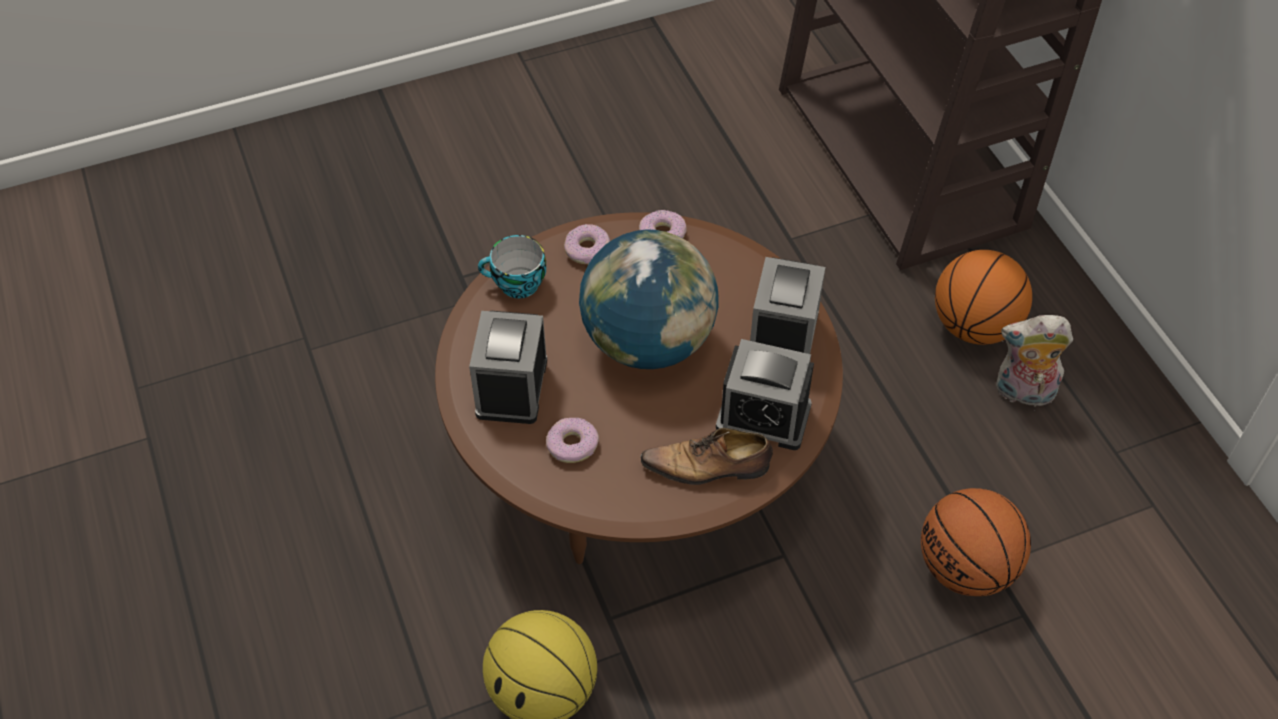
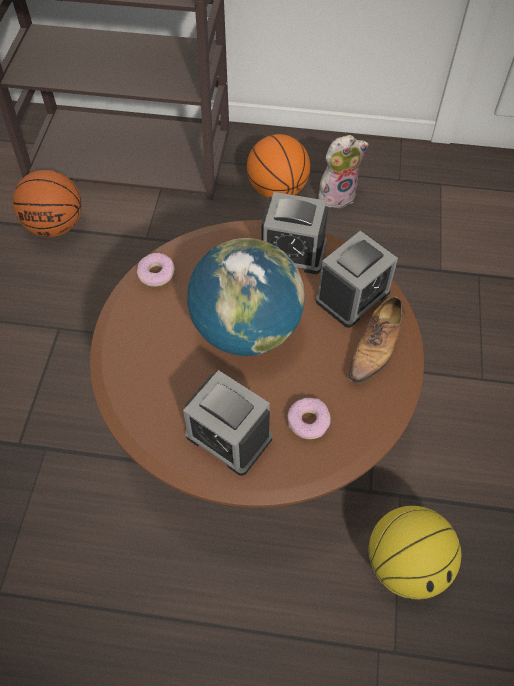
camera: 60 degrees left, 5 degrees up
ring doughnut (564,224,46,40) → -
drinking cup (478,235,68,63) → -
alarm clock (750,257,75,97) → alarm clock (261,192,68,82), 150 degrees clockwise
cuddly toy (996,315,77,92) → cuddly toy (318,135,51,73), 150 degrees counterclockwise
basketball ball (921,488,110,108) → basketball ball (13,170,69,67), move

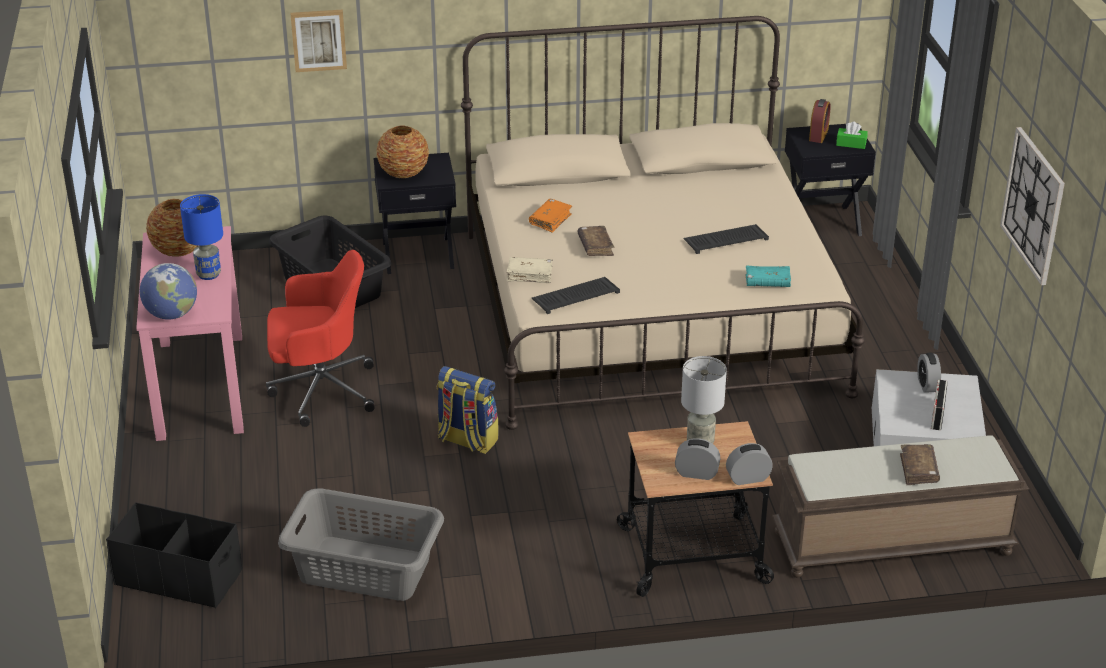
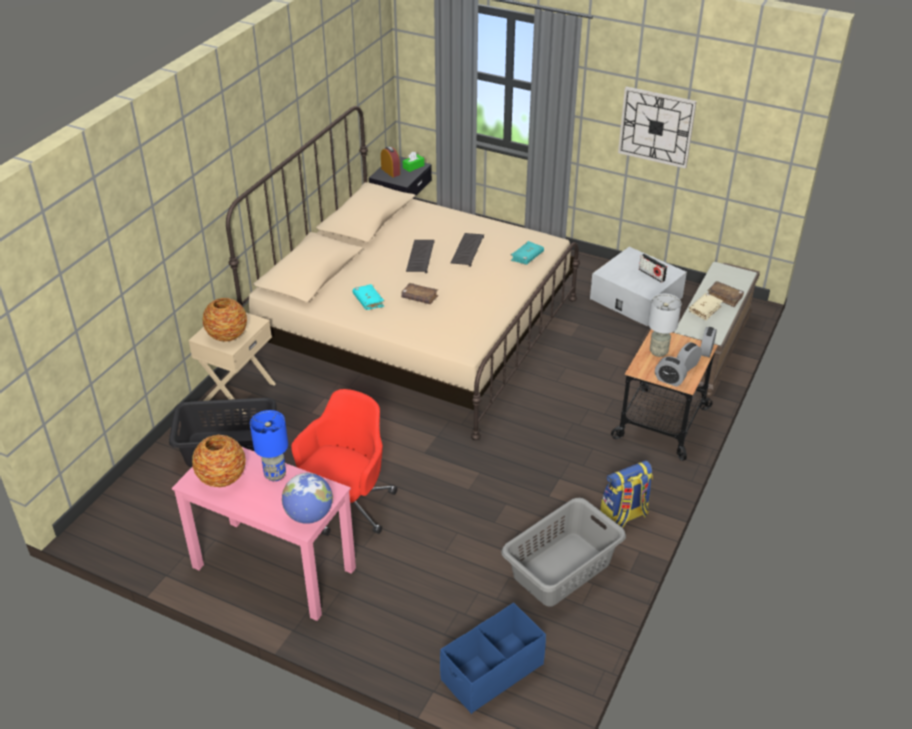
camera: 55 degrees left, 5 degrees up
wall art (290,10,57,62) → -
bedside table/black-coloured (373,153,83,121) → bedside table/beige-coloured (188,313,88,101)
volume/orange (529,199,43,34) → volume/turquoise-coloured (353,284,31,26)
volume/beige-coloured (507,257,45,26) → volume/beige-coloured (689,293,34,28), move
PC keyboard (532,277,88,37) → PC keyboard (406,240,28,33), move
alarm clock (917,353,24,40) → alarm clock (655,357,32,30), move
knapsack (437,366,61,88) → knapsack (600,461,53,66), move
storage bin/black-coloured (106,502,136,106) → storage bin/blue-coloured (440,602,106,112)

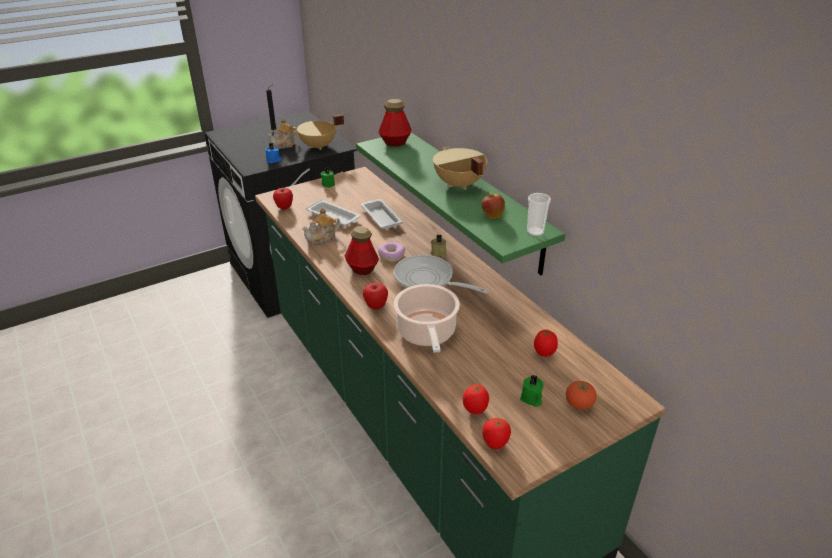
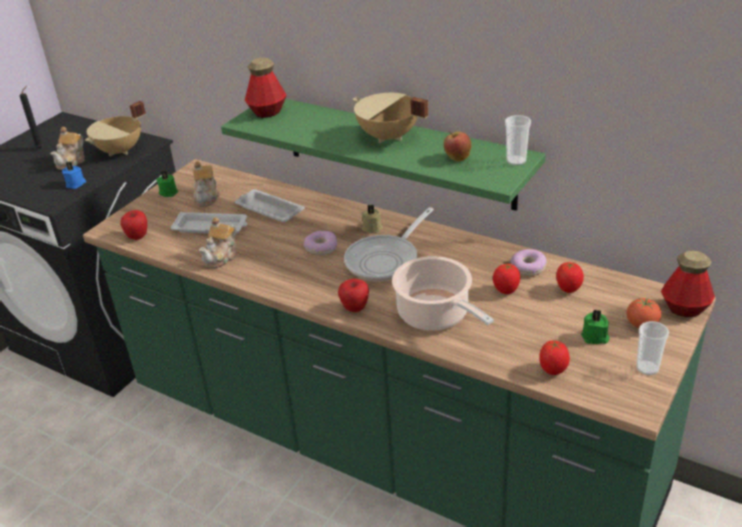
camera: 25 degrees left, 0 degrees up
bottle (345,226,34,49) → bottle (661,251,54,66), move
skillet (393,255,96,39) → skillet (344,207,90,74), 60 degrees counterclockwise
tomato (482,418,29,31) → tomato (493,264,27,30), move
- → tea pot (193,161,27,46)
- → ring doughnut (510,249,37,27)
- → drinking cup (636,321,33,54)

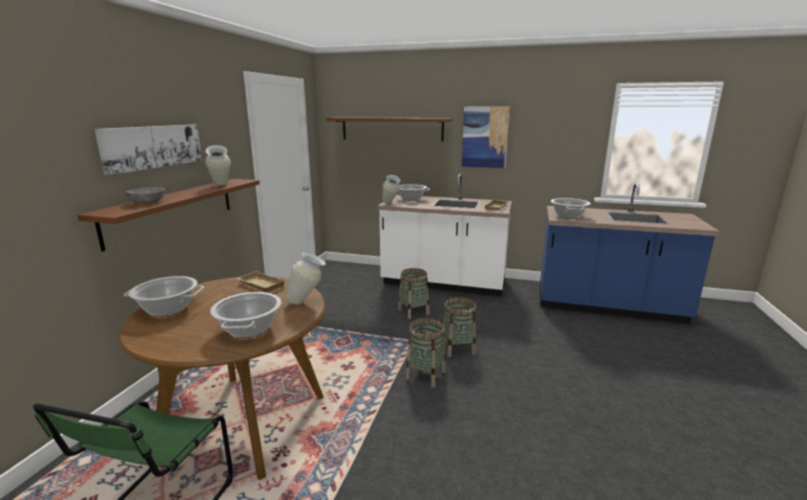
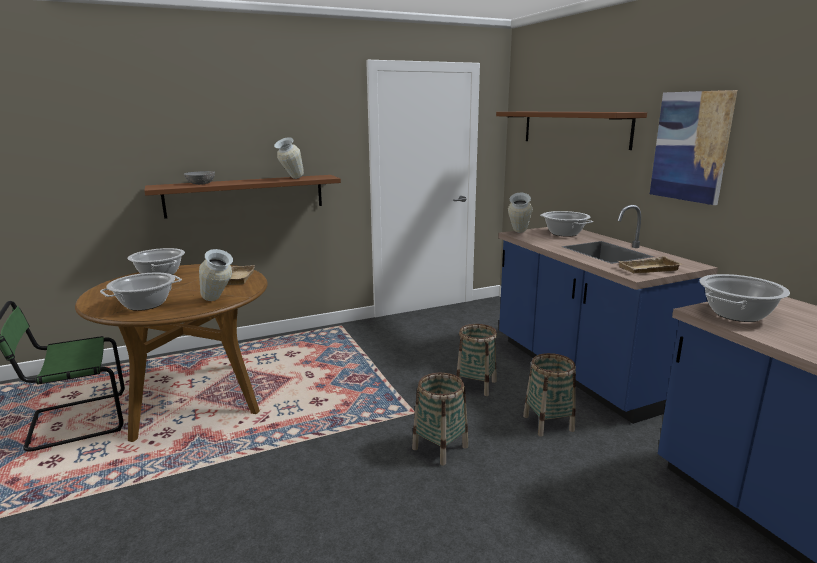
camera: 50 degrees right, 0 degrees up
wall art (94,125,108,50) → -
kitchen counter/white-coloured (377,174,135,122) → kitchen counter/blue-coloured (498,205,220,219)
household basket (406,318,40,70) → household basket (523,353,53,84), move

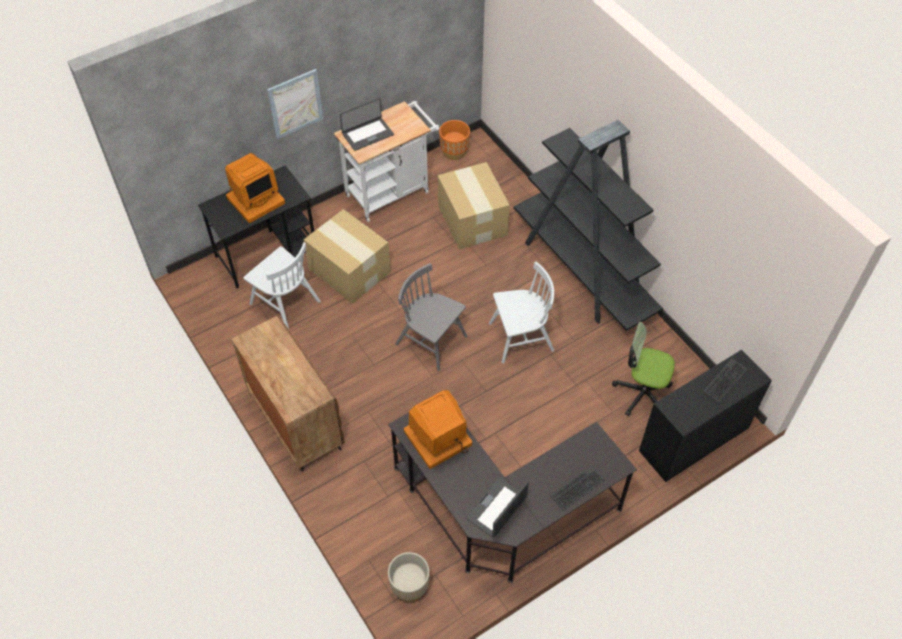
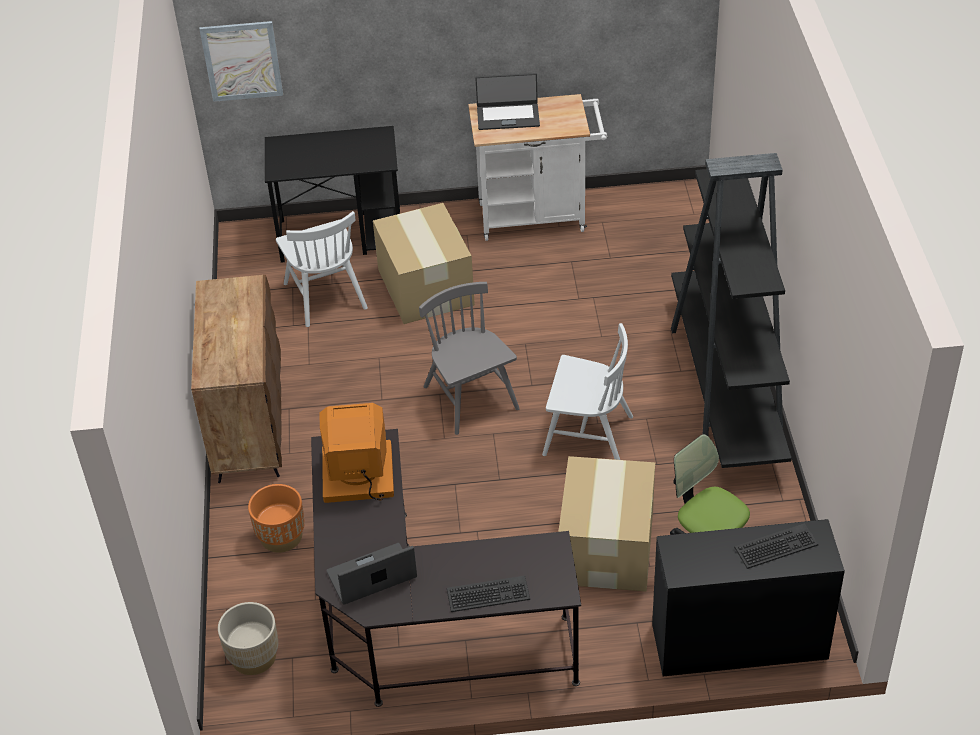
camera: 30 degrees right, 10 degrees down
wall art (267,69,56,70) → wall art (199,21,84,81), move
flower pot/orange (439,120,31,40) → flower pot/orange (248,484,57,69), move
computer screen (225,153,60,70) → -
carton (438,162,72,88) → carton (558,456,97,136), move

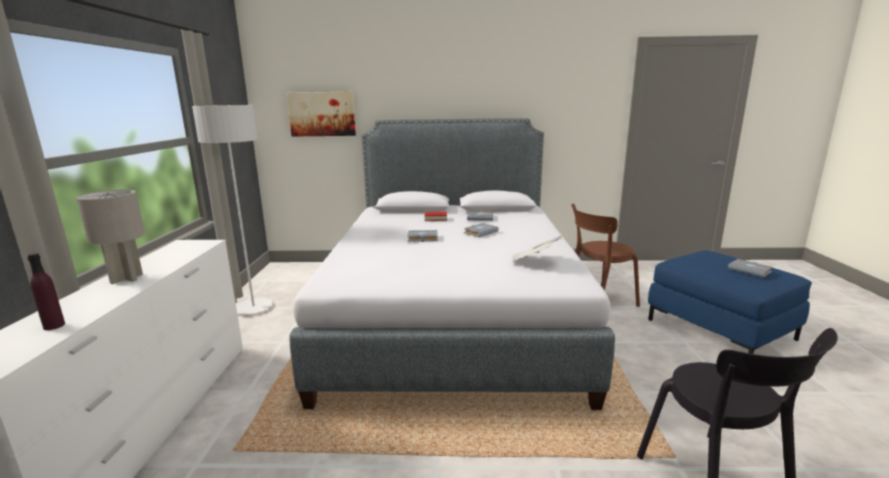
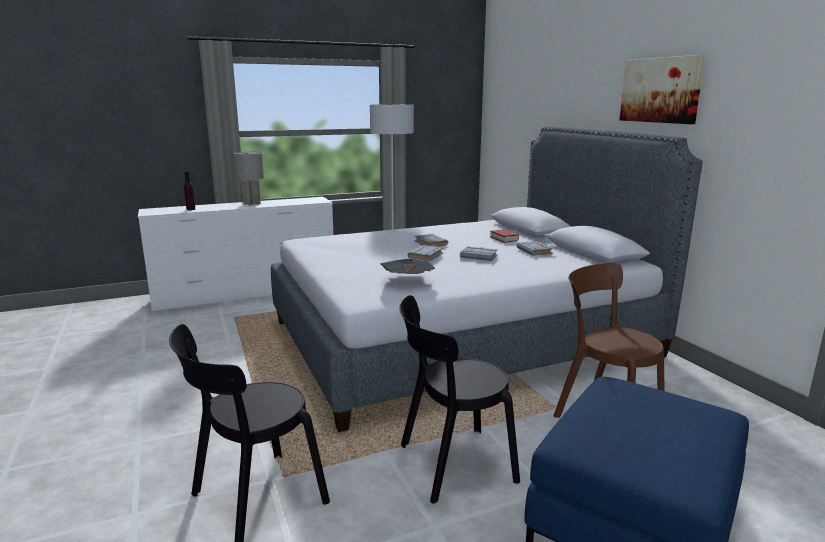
camera: 65 degrees right, 0 degrees up
wall art (287,92,69,45) → wall art (620,55,85,69), move
volume/greyish (728,259,45,19) → volume/greyish (408,245,35,16), move
- → upright chair/black-coloured (399,295,121,209)

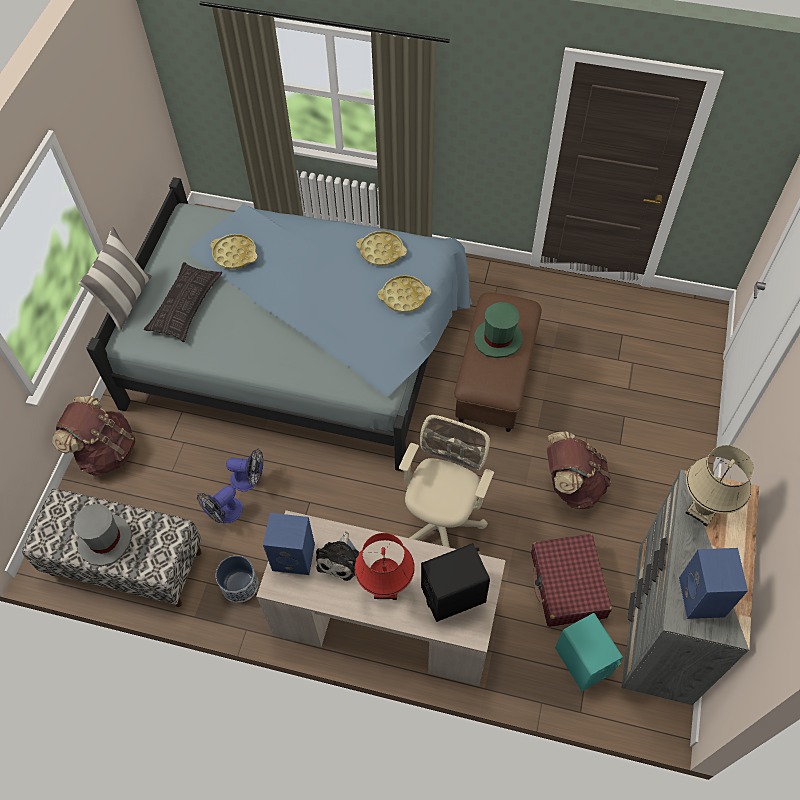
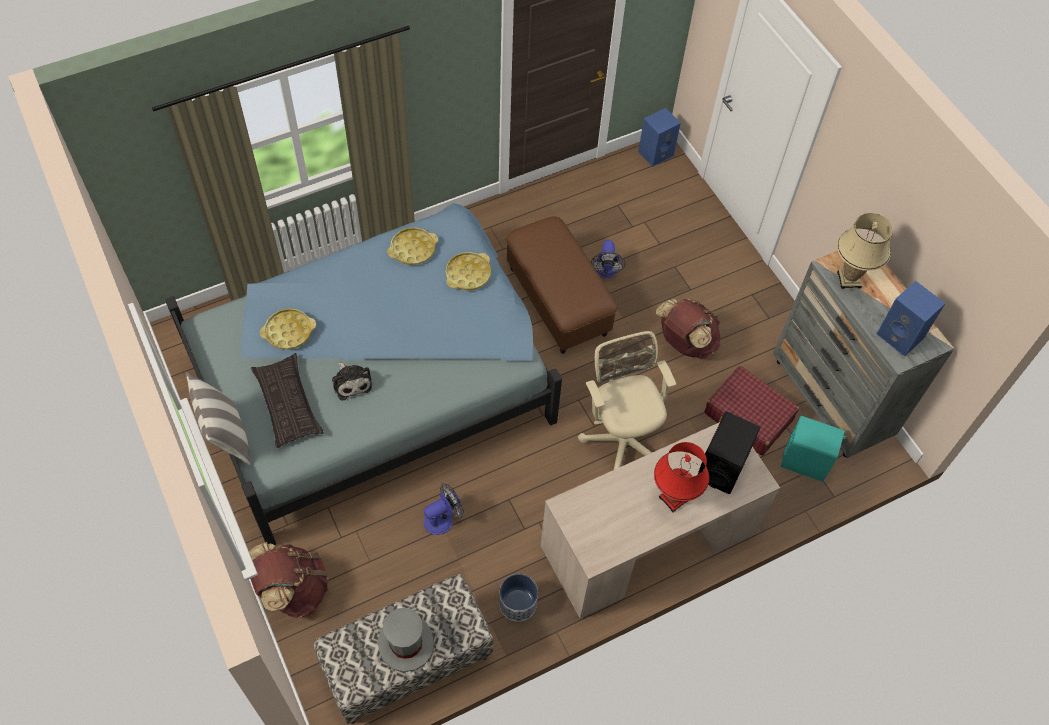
camera: 45 degrees left, 0 degrees up
clothing hat/green-coloured (474,302,49,56) → -
cooling fan (197,485,46,38) → cooling fan (591,240,35,38), move
speaker/blue-coloured (263,513,52,62) → speaker/blue-coloured (638,108,43,59), move
cuddly toy (316,531,43,50) → cuddly toy (332,362,40,39), move

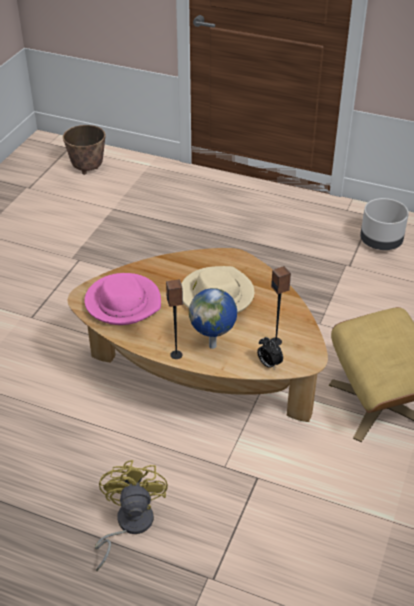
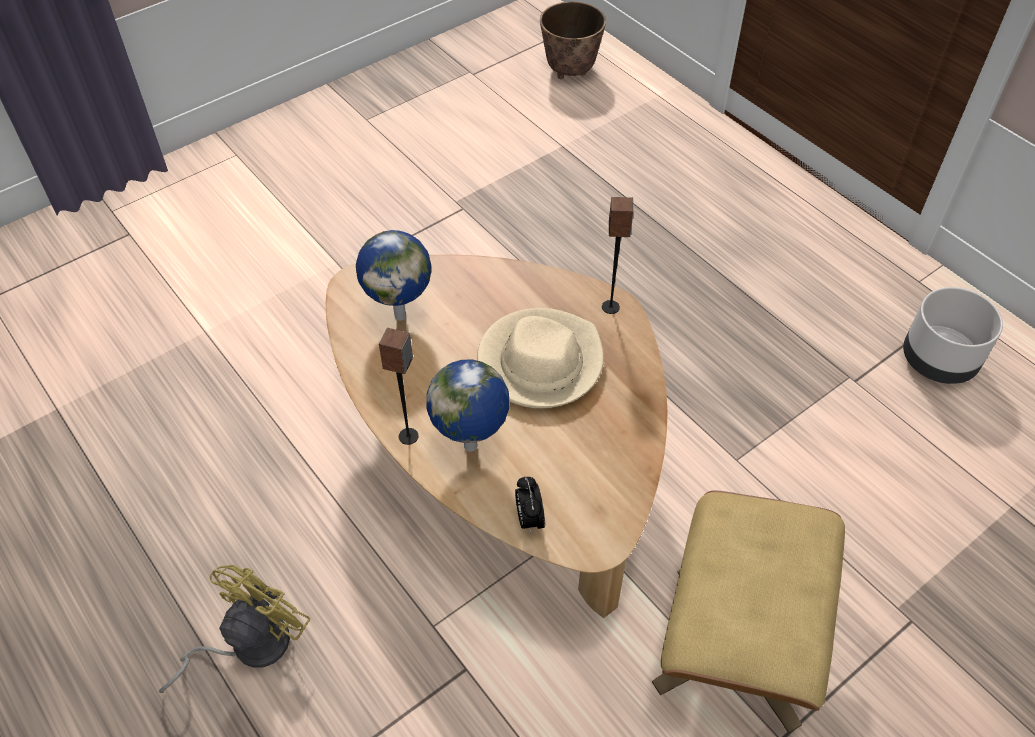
camera: 30 degrees right, 10 degrees up
speaker (271,266,20,80) → speaker (602,197,32,117), move
clothing hat/pink (84,273,77,52) → globe (356,230,76,91)

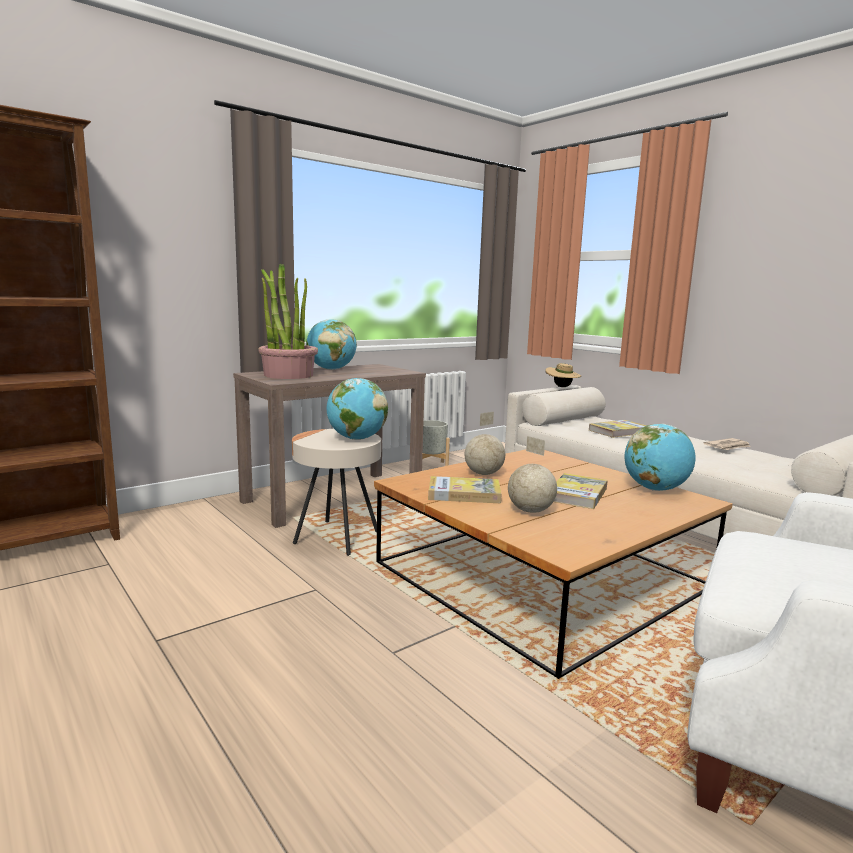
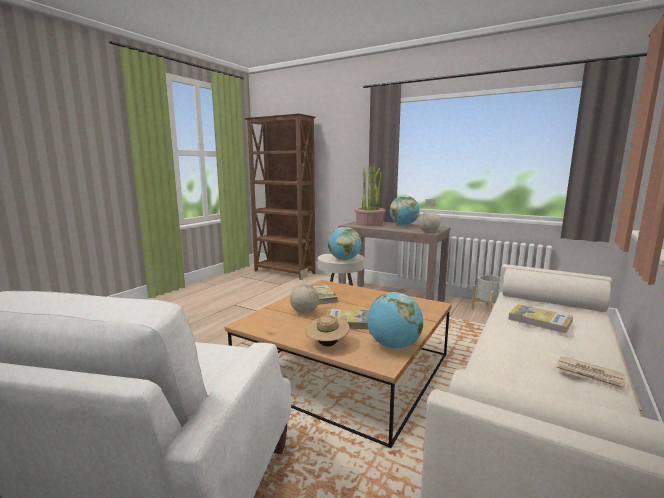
camera: 70 degrees right, 0 degrees up
clothing hat/beige-coloured (545,363,36,24) → clothing hat/beige-coloured (305,315,44,32), move
globe (465,412,40,63) → globe (418,199,23,34), move

